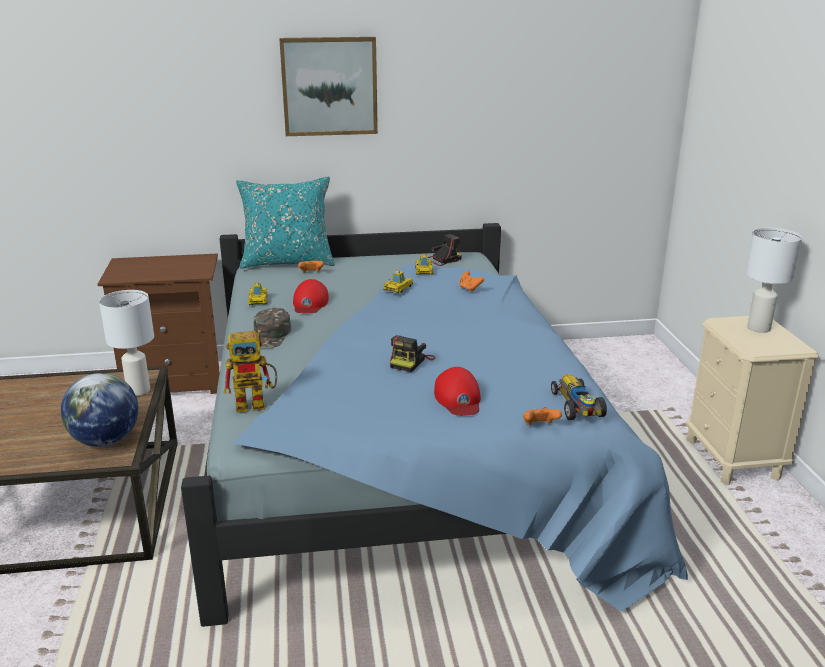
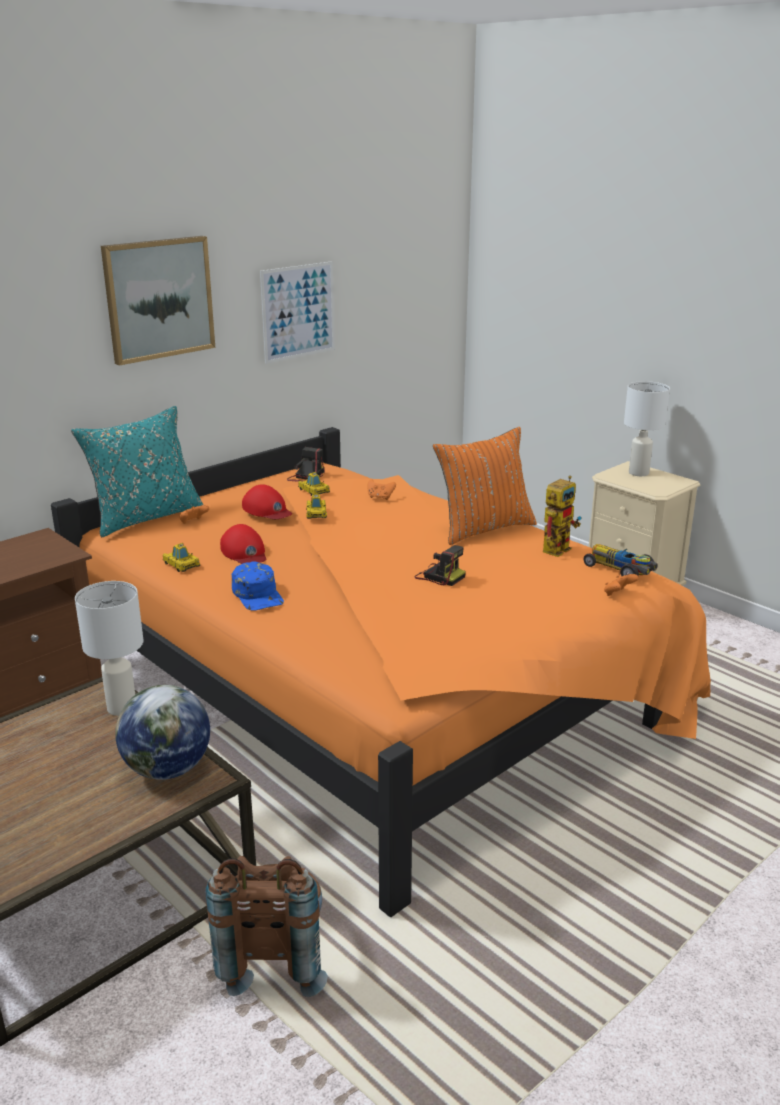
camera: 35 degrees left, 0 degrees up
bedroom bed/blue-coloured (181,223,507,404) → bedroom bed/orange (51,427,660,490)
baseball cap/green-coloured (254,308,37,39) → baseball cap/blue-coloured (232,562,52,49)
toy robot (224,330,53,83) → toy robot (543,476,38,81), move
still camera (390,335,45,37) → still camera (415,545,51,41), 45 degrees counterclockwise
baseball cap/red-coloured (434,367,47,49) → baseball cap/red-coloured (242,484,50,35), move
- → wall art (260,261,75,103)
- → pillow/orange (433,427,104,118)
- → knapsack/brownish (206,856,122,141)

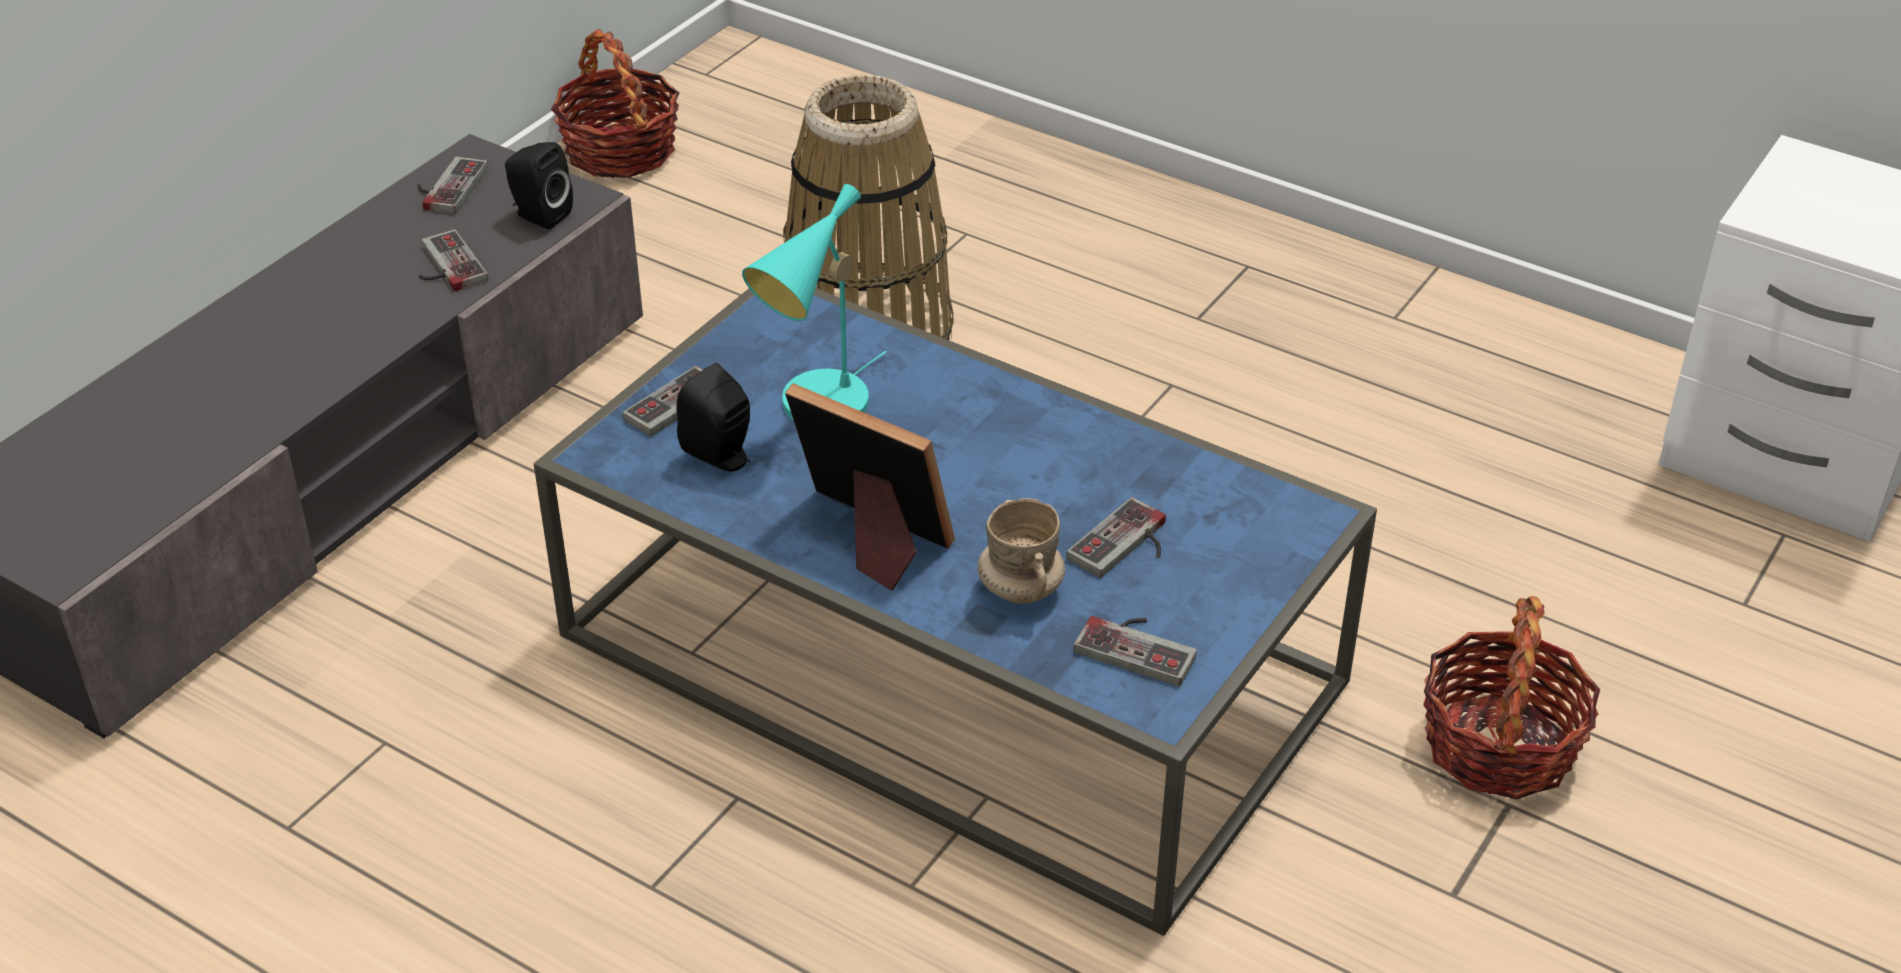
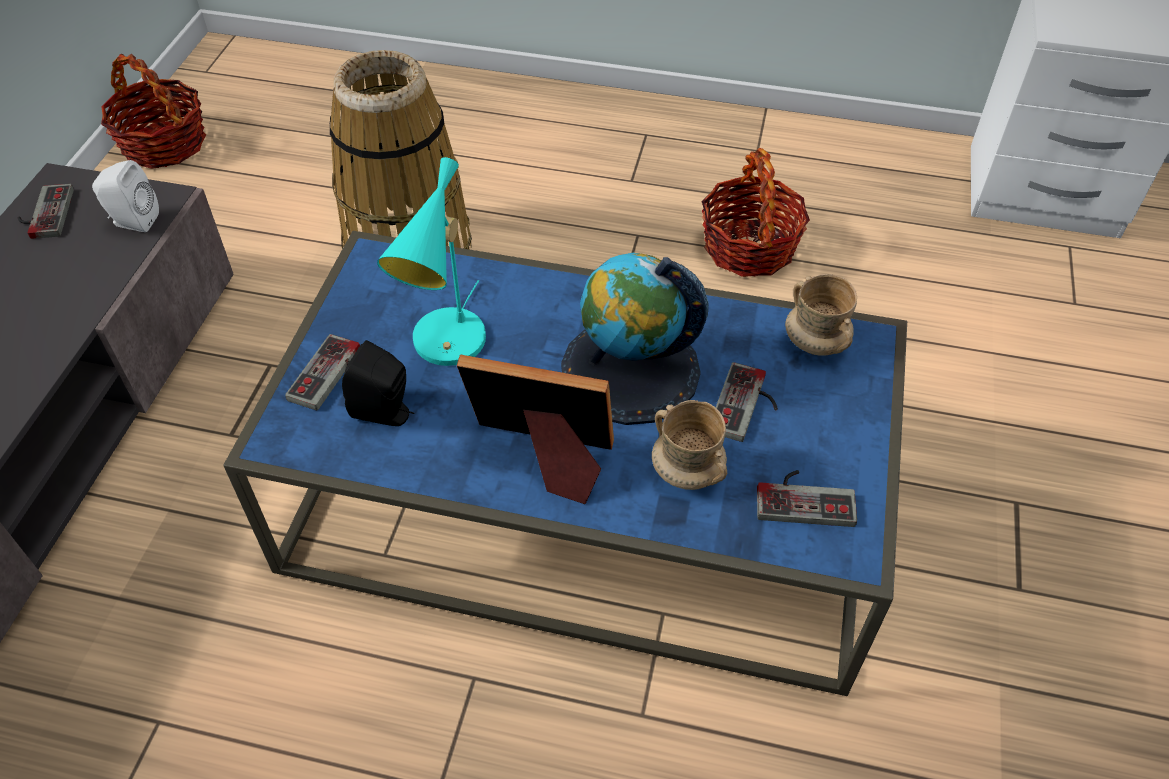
camera: 20 degrees left, 10 degrees up
speaker/black-coloured (505,142,68,88) → speaker/white-coloured (92,160,67,72)
joypad (419,229,69,62) → -
household basket (1423,596,177,203) → household basket (701,148,109,129), move
- → globe (561,253,148,172)
- → mug/beige-coloured (785,274,72,82)

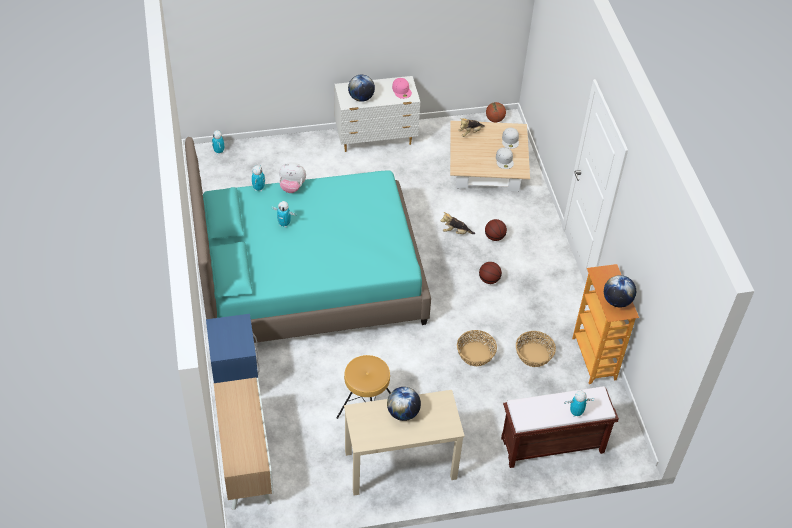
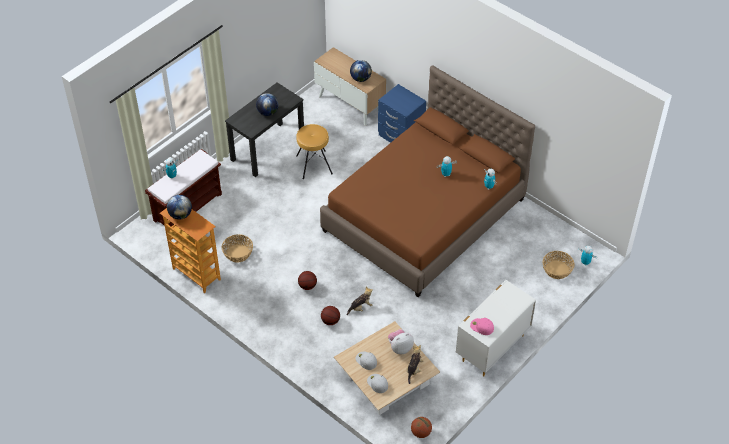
camera: 145 degrees right, 0 degrees up
globe (348,75,27,27) → globe (350,60,22,22), move
bedroom bed/turquoise-coloured (185,137,246,206) → bedroom bed/brownish (320,65,215,232)
cuddly toy (279,162,27,31) → cuddly toy (388,329,26,25), move
household basket (457,330,40,36) → household basket (543,251,32,28), move
desk/beige-coloured (344,390,121,105) → desk/black-coloured (225,83,79,94)

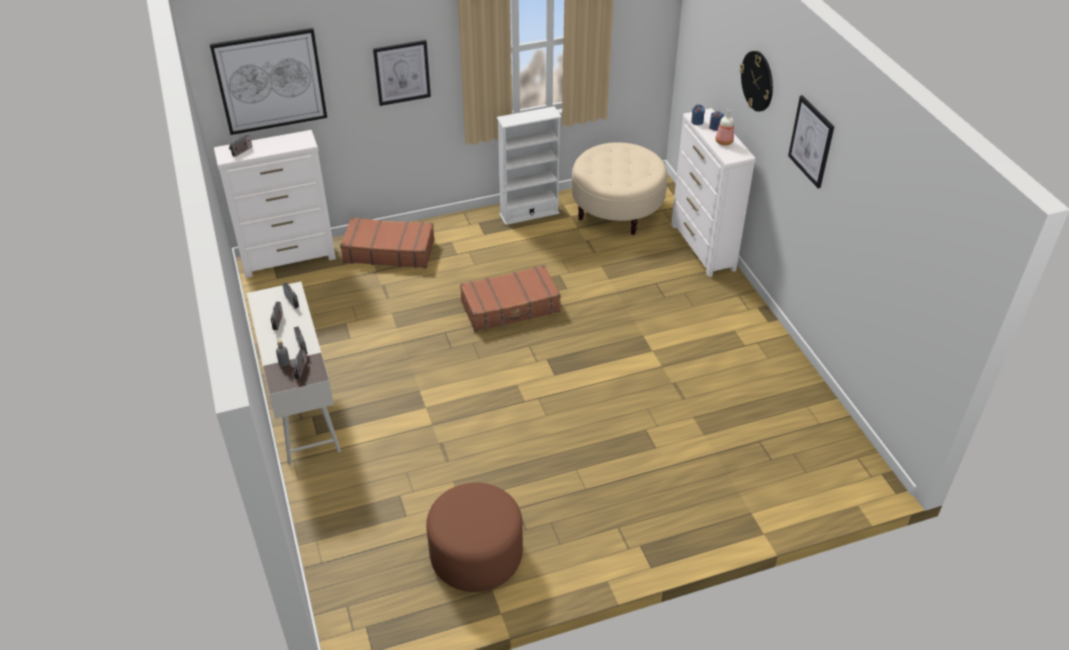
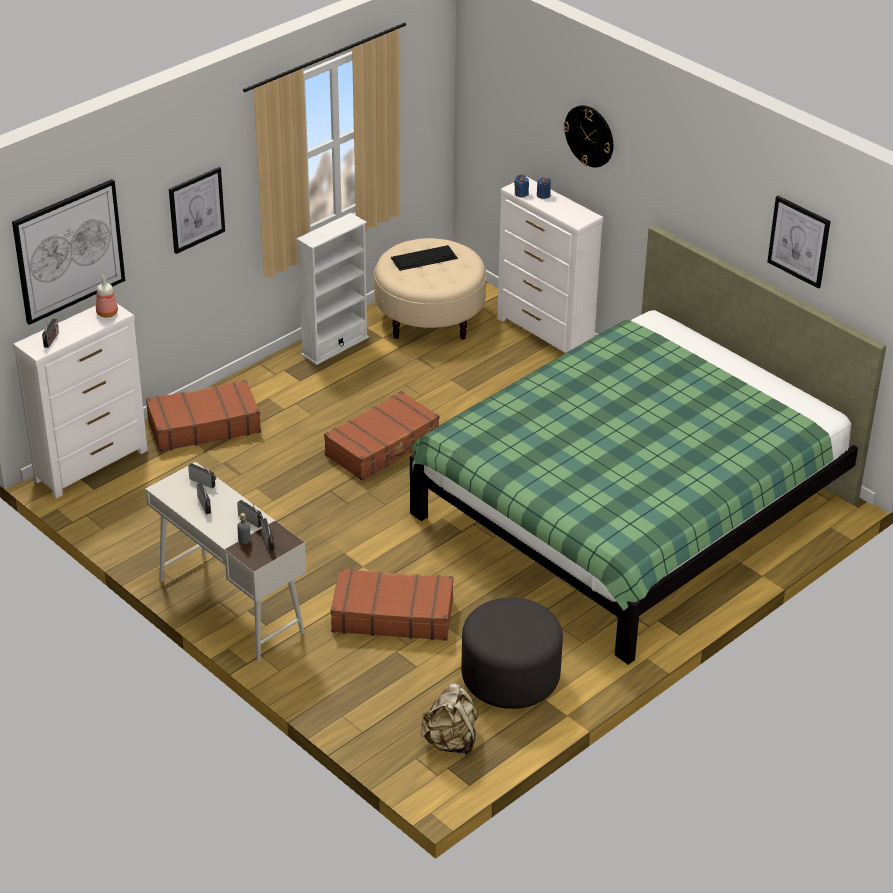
camera: 25 degrees left, 5 degrees down
wall art (788,95,46,94) → wall art (767,196,63,93), move
bottle (715,109,19,37) → bottle (96,275,22,42), move
pouffe/brownish (426,483,97,109) → pouffe/greyish (461,597,102,112)
- → bedroom bed/green-coloured (410,225,476,439)
- → PC keyboard (391,245,67,26)
- → piece of luggage/brownish (331,568,123,73)
- → knapsack/beige-coloured (421,683,57,72)

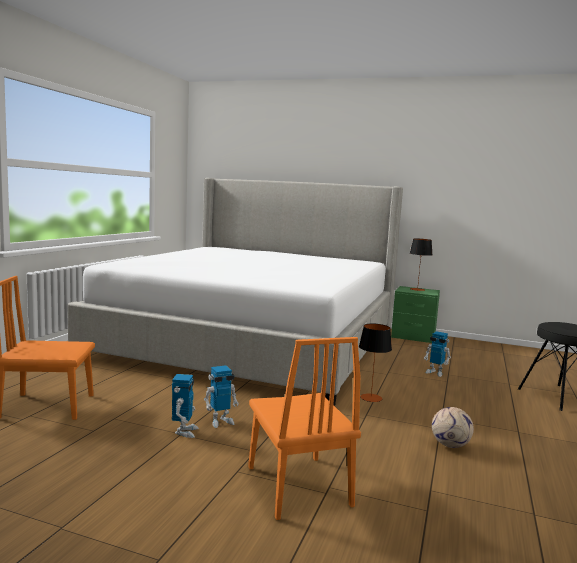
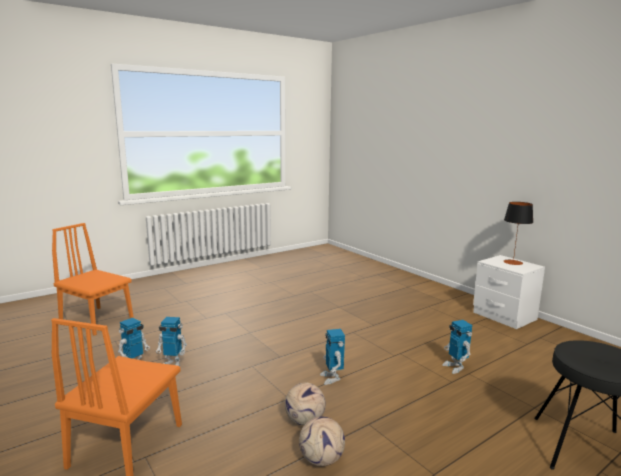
camera: 35 degrees right, 5 degrees up
bedroom bed (67,178,336,228) → -
bedside table/green-coloured (391,286,49,57) → bedside table/white-coloured (473,255,72,74)
tabletop lamp (359,324,33,78) → toy robot (320,329,25,56)
- → football ball (285,382,41,44)

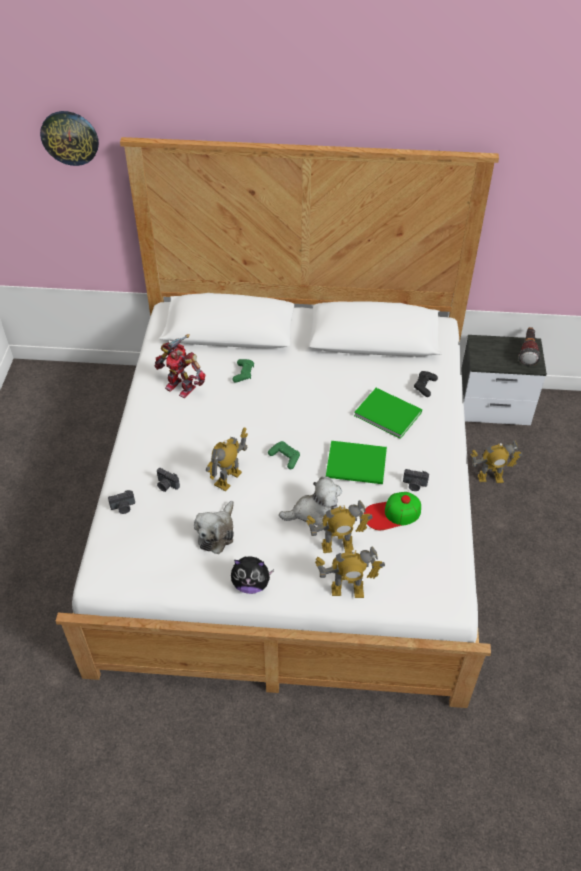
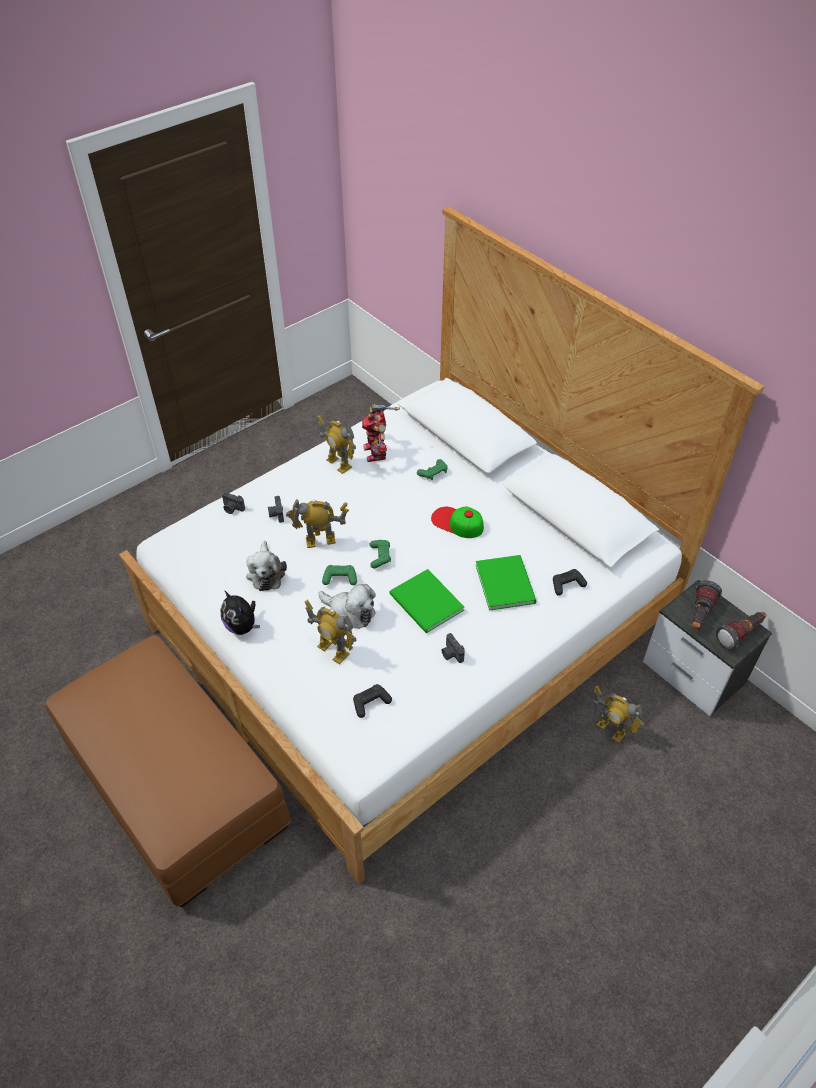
camera: 45 degrees right, 0 degrees up
hanging clock (40,111,59,55) → -
baseball cap (364,492,57,38) → baseball cap (431,506,53,32), move
cuddly toy (194,501,40,53) → cuddly toy (246,541,41,50), 75 degrees counterclockwise
toy robot (315,546,70,52) → toy robot (318,415,38,59), move
- → joypad/green-coloured (322,565,35,20)
- → flashlight (692,580,30,50)
- → pouffe/brownish (46,635,245,272)
- → joypad/black-coloured (353,684,39,34)

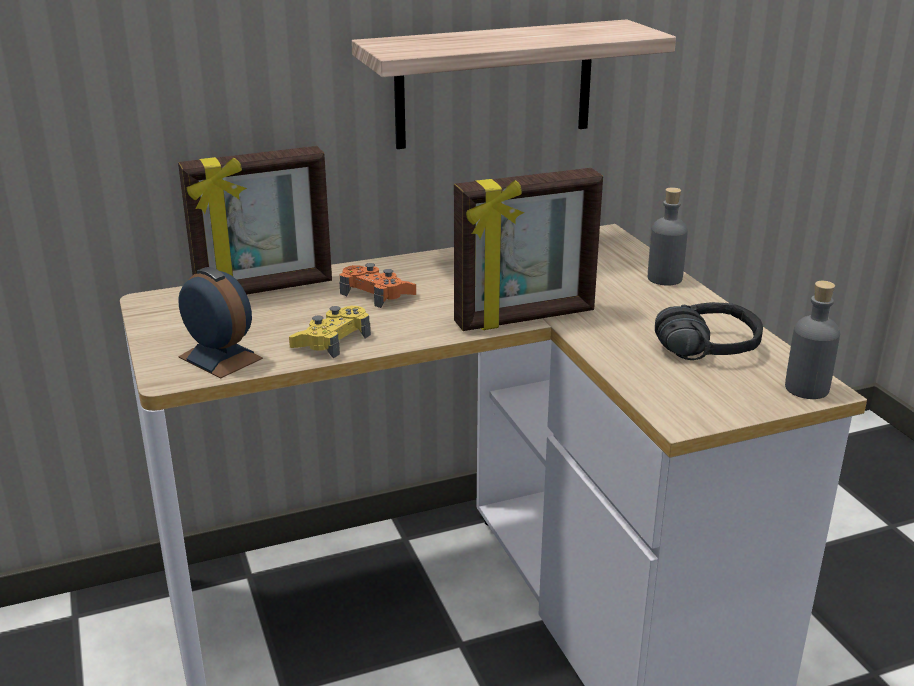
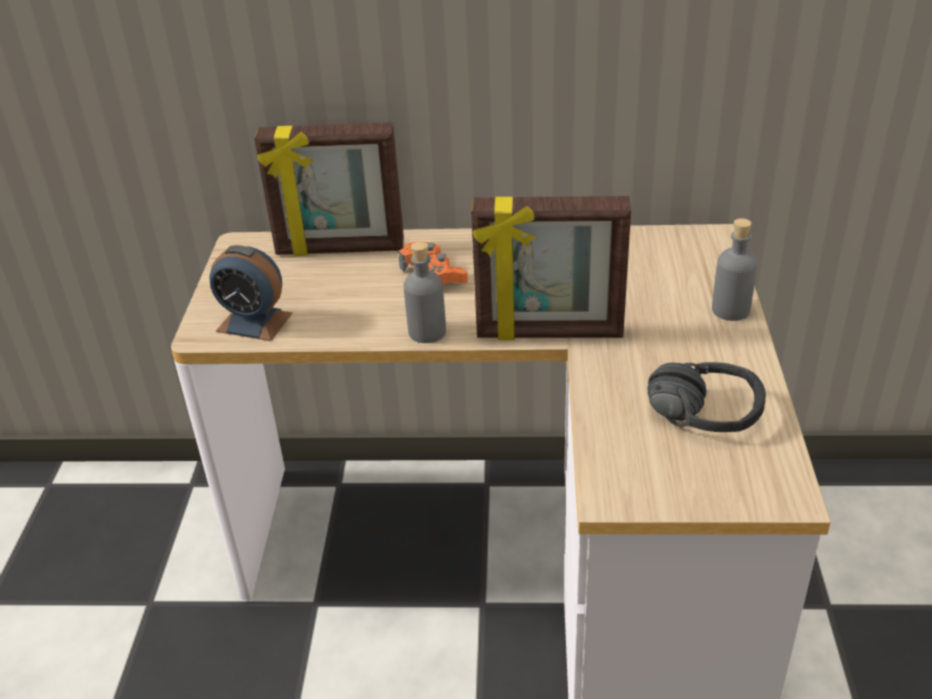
camera: 25 degrees right, 10 degrees up
shelf (352,20,324,129) → -
alarm clock (178,267,85,112) → alarm clock (209,245,84,96), 135 degrees clockwise
bottle/greyish (785,281,55,118) → bottle/greyish (403,241,43,102), move
joypad/yellowish (289,305,82,53) → -

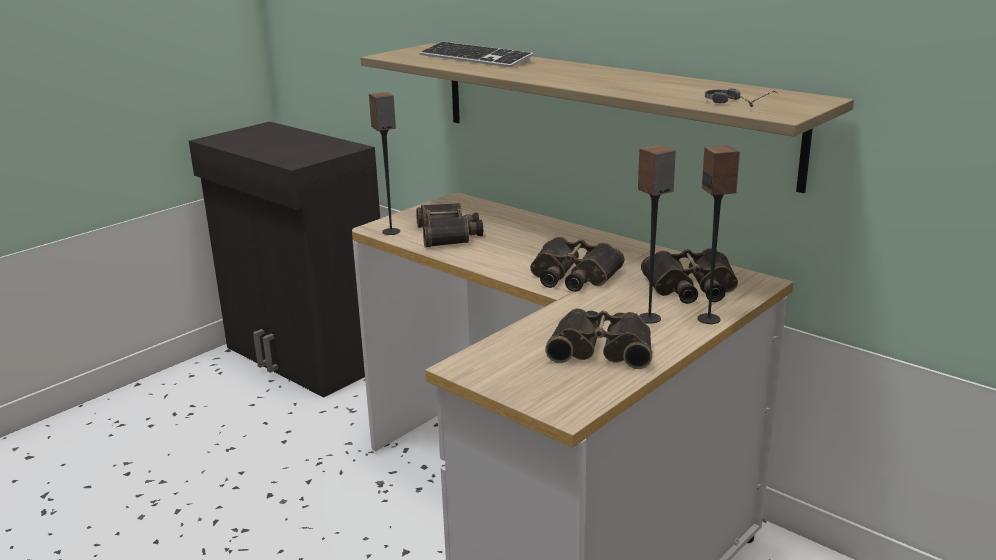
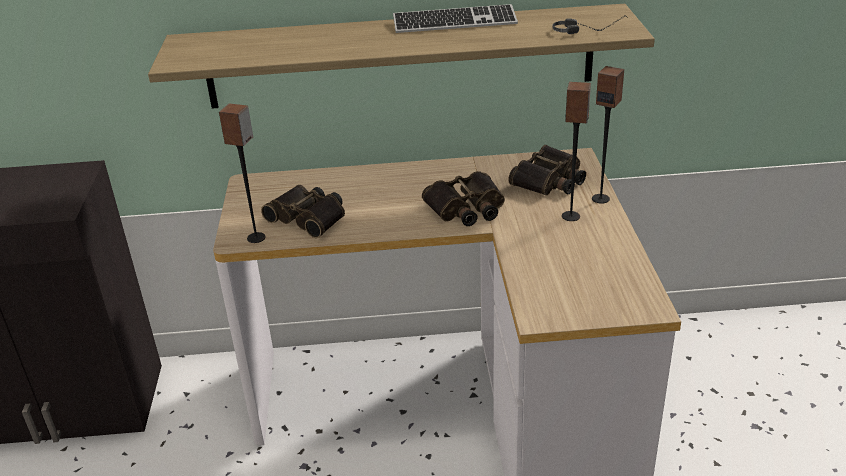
camera: 45 degrees left, 10 degrees up
PC keyboard (420,42,114,26) → PC keyboard (393,4,125,29), move
field glasses (545,308,107,61) → -

